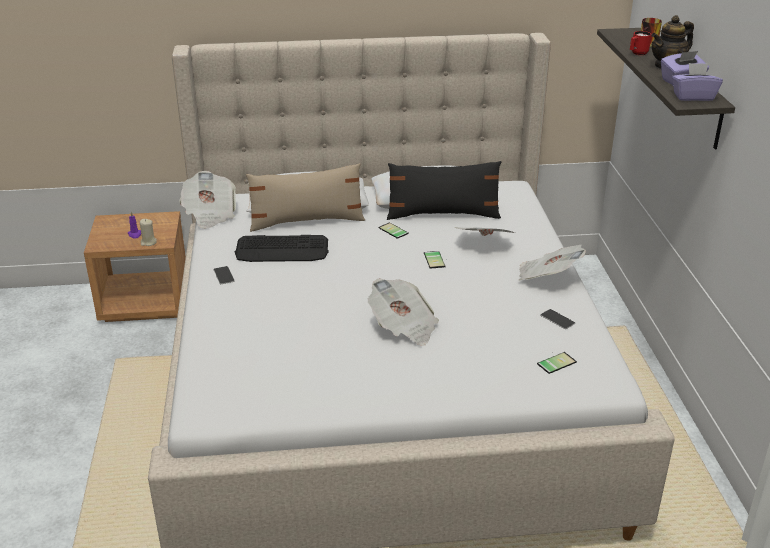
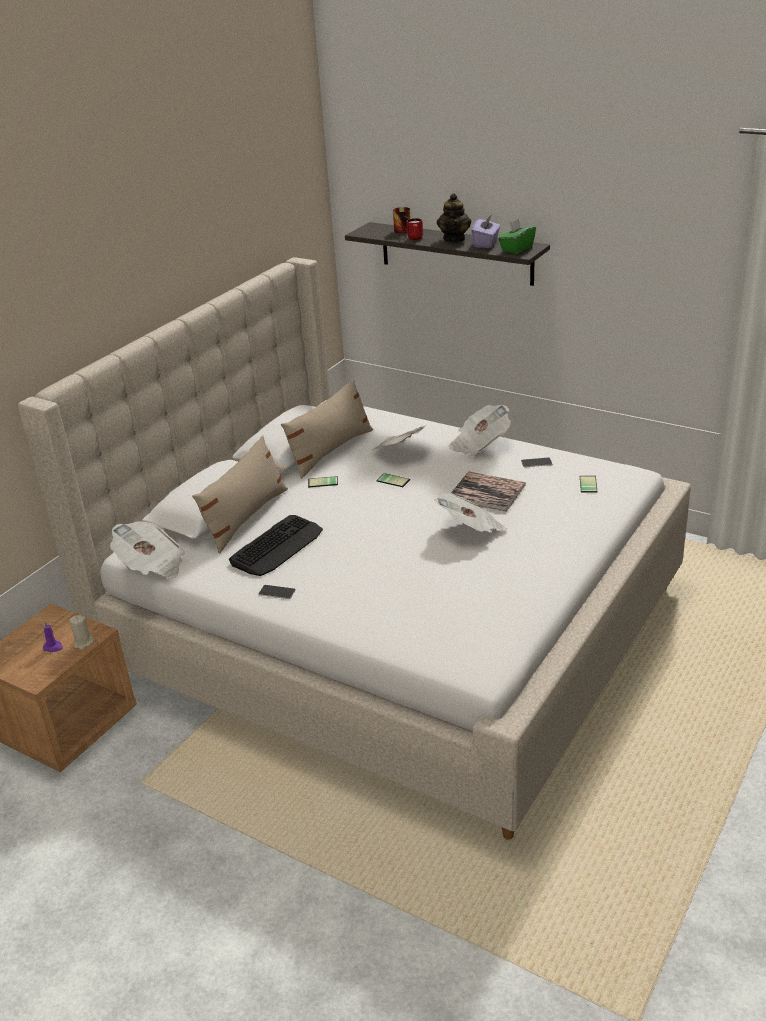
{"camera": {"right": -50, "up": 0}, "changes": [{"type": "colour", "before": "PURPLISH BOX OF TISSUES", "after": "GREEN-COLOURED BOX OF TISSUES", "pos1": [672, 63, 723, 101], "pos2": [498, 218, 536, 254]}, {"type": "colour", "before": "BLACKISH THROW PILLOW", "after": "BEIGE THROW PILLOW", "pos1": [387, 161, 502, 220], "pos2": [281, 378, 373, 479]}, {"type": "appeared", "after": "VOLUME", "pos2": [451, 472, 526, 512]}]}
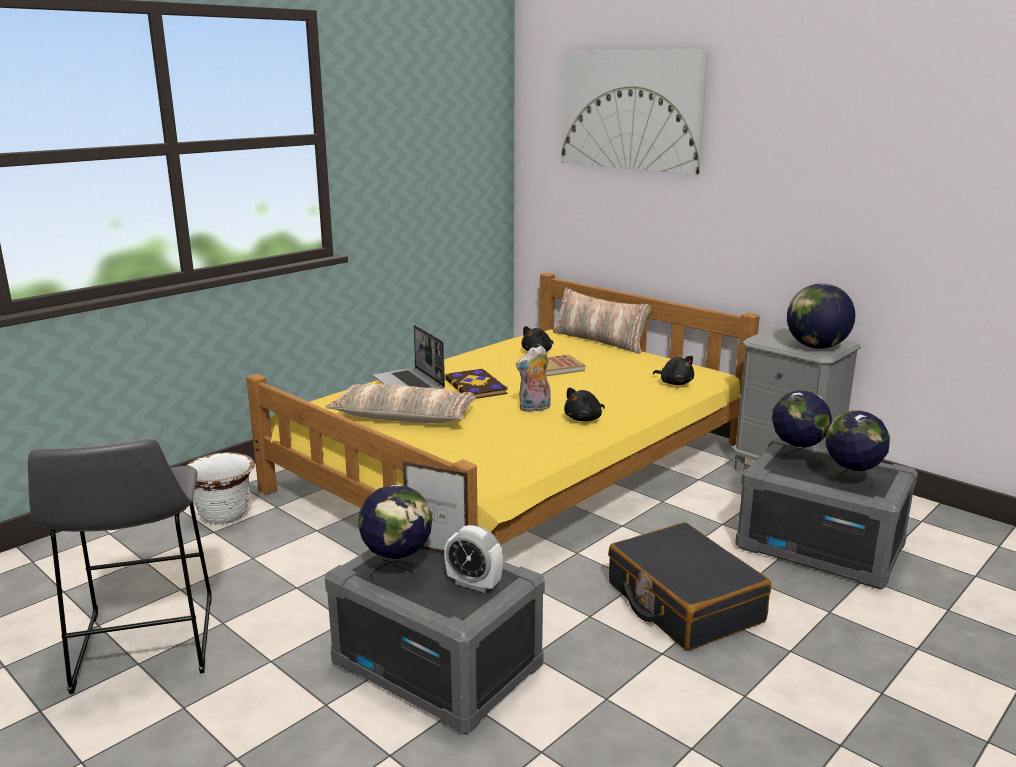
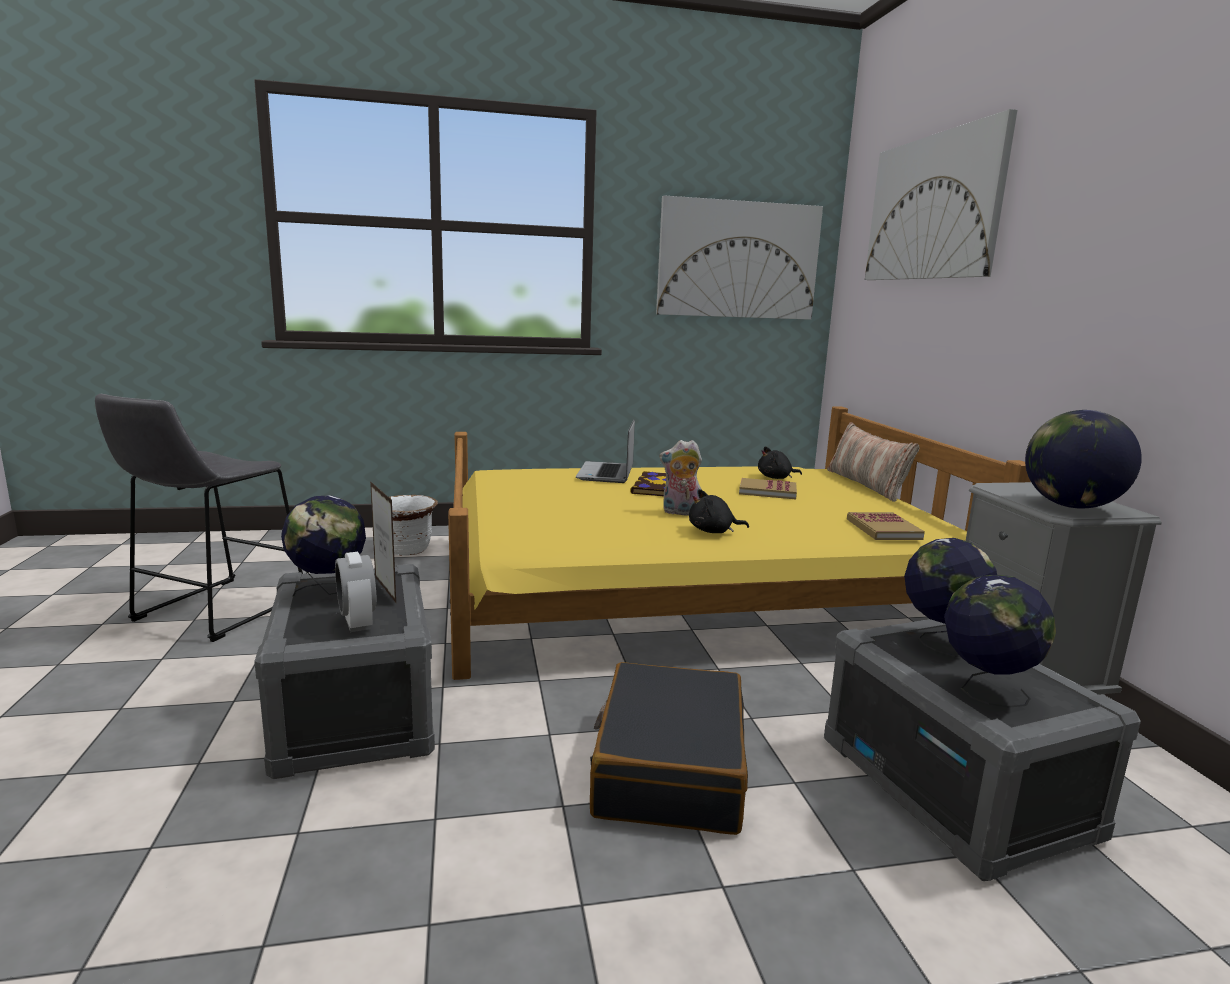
{"camera": {"right": 35, "up": -5}, "changes": [{"type": "exchanged", "before": "BLACKISH SOFT TOY", "after": "VOLUME", "pos1": [653, 356, 694, 385], "pos2": [847, 512, 925, 540]}, {"type": "missing", "before": "THROW PILLOW", "pos1": [326, 384, 477, 423]}, {"type": "appeared", "after": "WALL PICTURE", "pos2": [656, 195, 823, 320]}]}
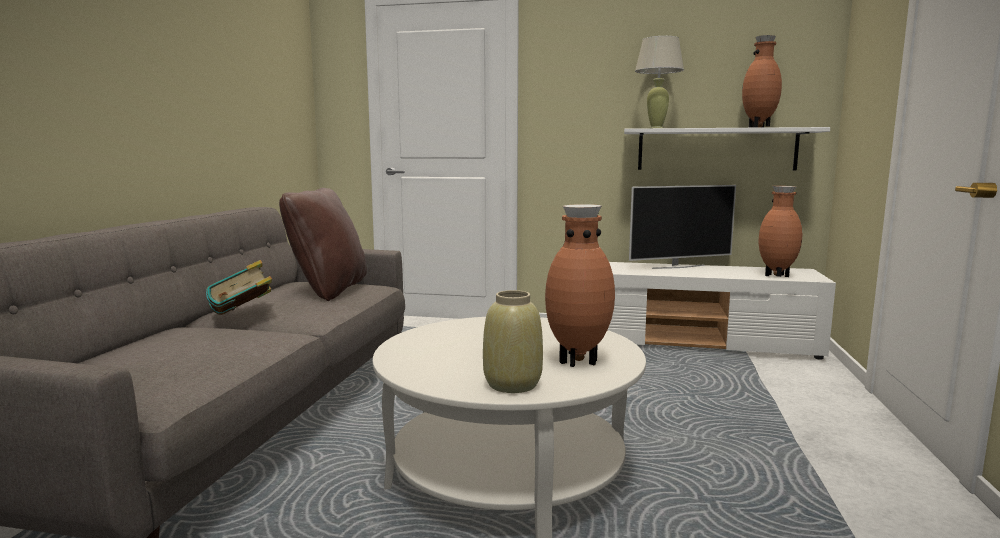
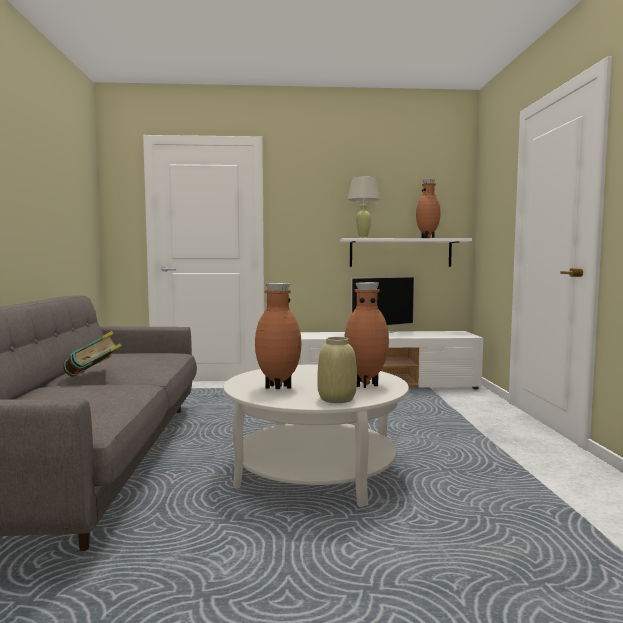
{"camera": {"right": -15, "up": -5}, "changes": [{"type": "relocated", "before": "BROWN FLOWER VASE", "pos1": [759, 186, 802, 277], "pos2": [255, 283, 301, 389]}, {"type": "missing", "before": "BROWN THROW PILLOW", "pos1": [279, 188, 367, 301]}]}
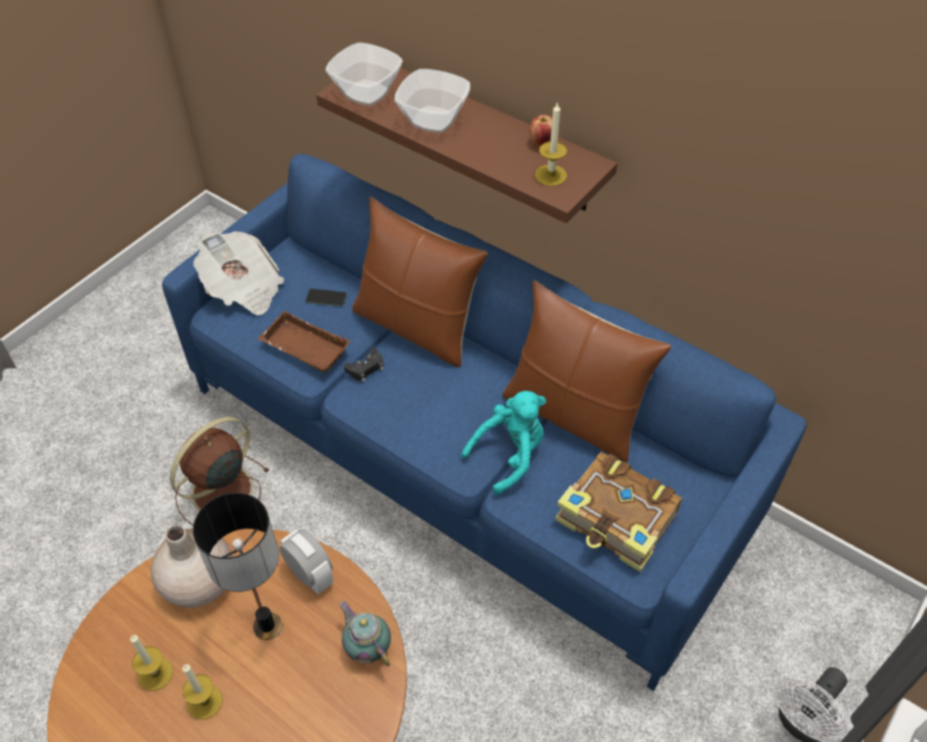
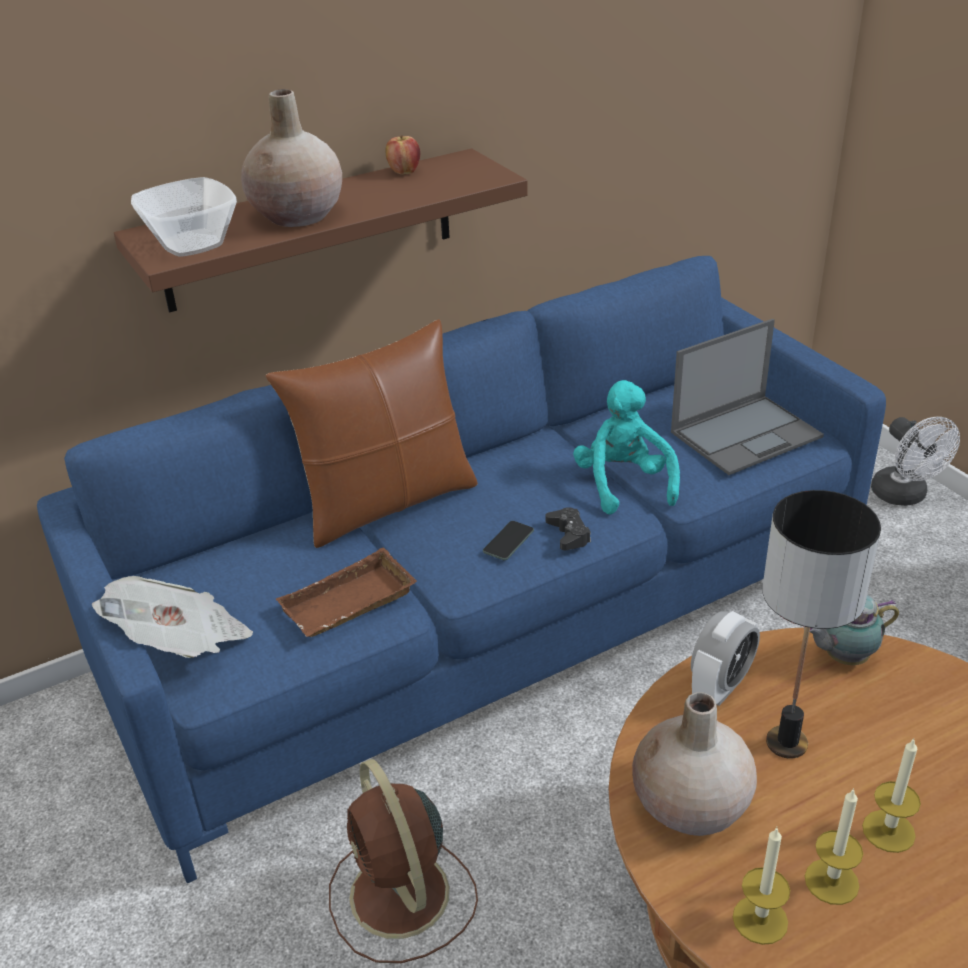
{"camera": {"right": -65, "up": -15}, "changes": [{"type": "exchanged", "before": "BOWL", "after": "BEIGE FLOWER VASE", "pos1": [394, 69, 470, 133], "pos2": [241, 89, 342, 227]}, {"type": "relocated", "before": "WAX LIGHT", "pos1": [535, 102, 567, 186], "pos2": [733, 828, 790, 945]}, {"type": "missing", "before": "BROWN THROW PILLOW", "pos1": [502, 280, 671, 462]}, {"type": "relocated", "before": "TELEPHONE", "pos1": [305, 289, 347, 307], "pos2": [483, 521, 534, 560]}, {"type": "relocated", "before": "BLACKISH GAMEPAD", "pos1": [344, 348, 384, 382], "pos2": [546, 507, 591, 551]}, {"type": "exchanged", "before": "VOLUME", "after": "LAPTOP", "pos1": [555, 452, 682, 572], "pos2": [671, 319, 824, 475]}, {"type": "spun", "before": "TABLE CLOCK", "pos1": [279, 529, 333, 595], "pos2": [691, 611, 760, 706], "turn": 150}]}
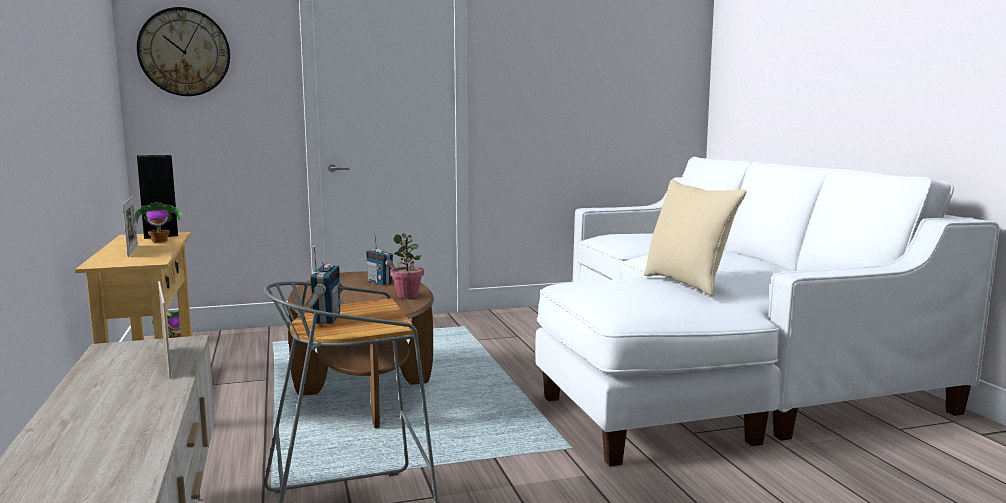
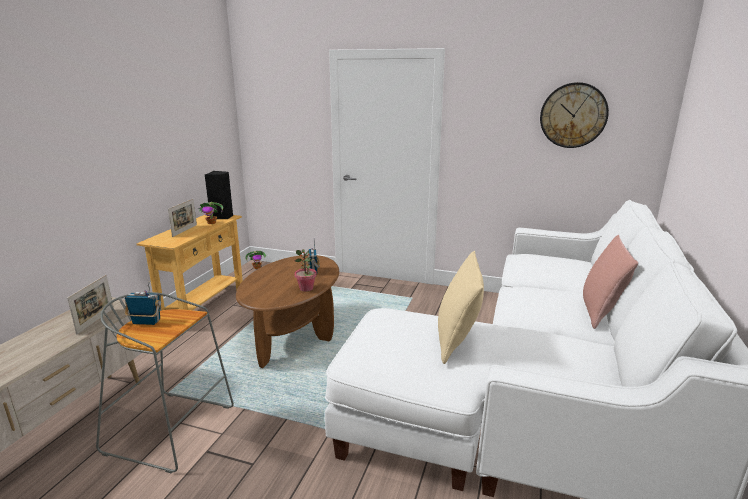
{"camera": {"right": 35, "up": 10}, "changes": [{"type": "relocated", "before": "WALL CLOCK", "pos1": [137, 7, 230, 96], "pos2": [540, 82, 609, 148]}, {"type": "spun", "before": "RADIO SET", "pos1": [305, 246, 344, 324], "pos2": [125, 281, 161, 325], "turn": -120}, {"type": "appeared", "after": "PINK-COLOURED THROW PILLOW", "pos2": [583, 235, 638, 329]}]}
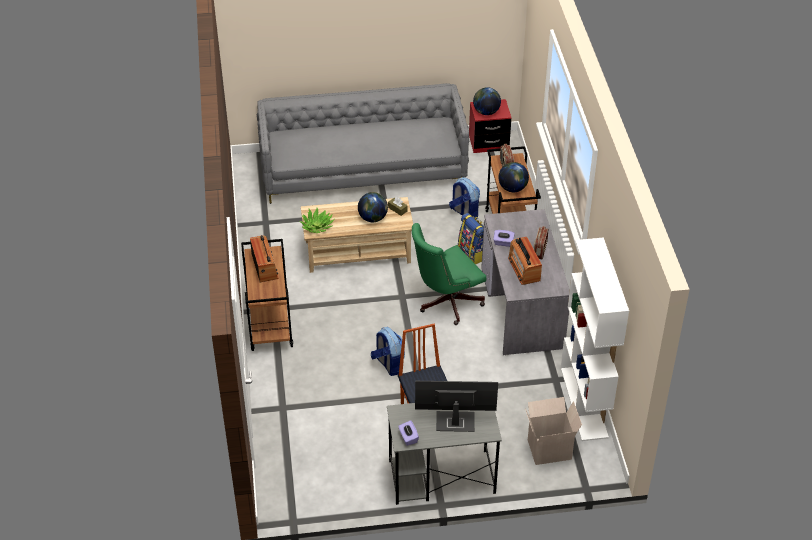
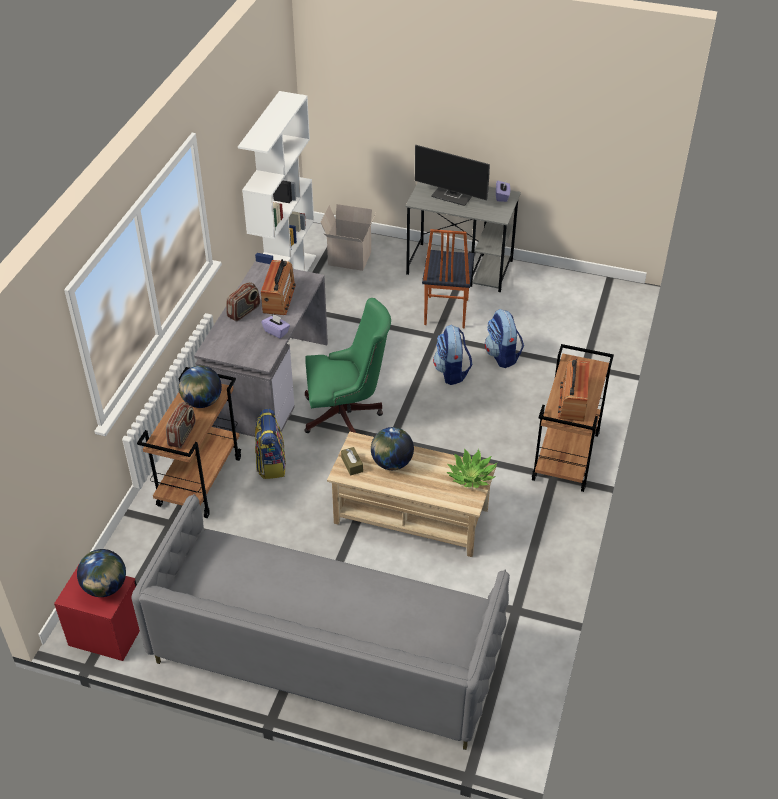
{"camera": {"right": -155, "up": 0}, "changes": [{"type": "relocated", "before": "KNAPSACK", "pos1": [449, 177, 480, 219], "pos2": [485, 309, 524, 368]}]}
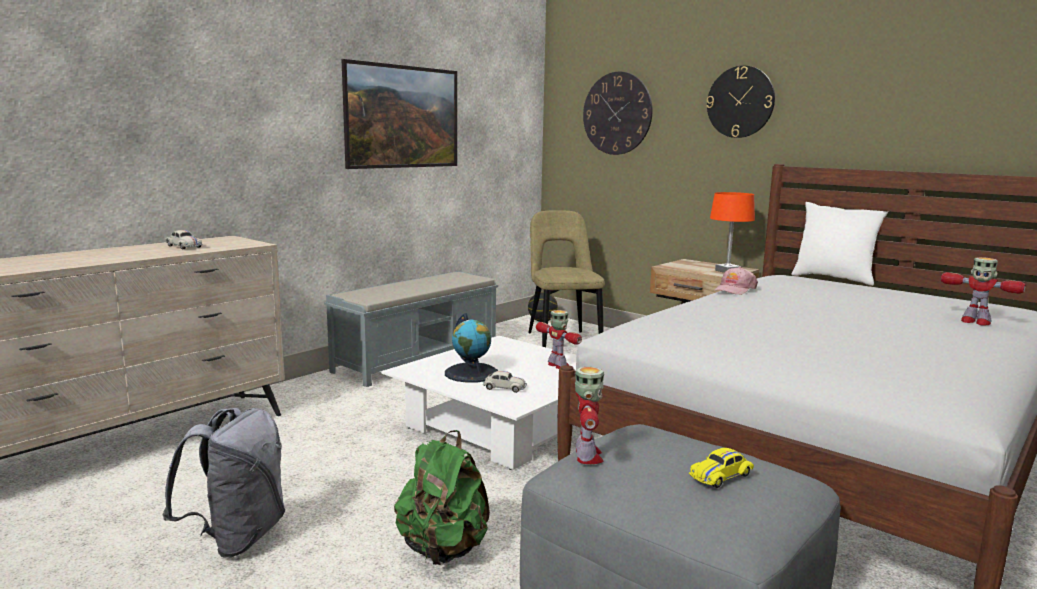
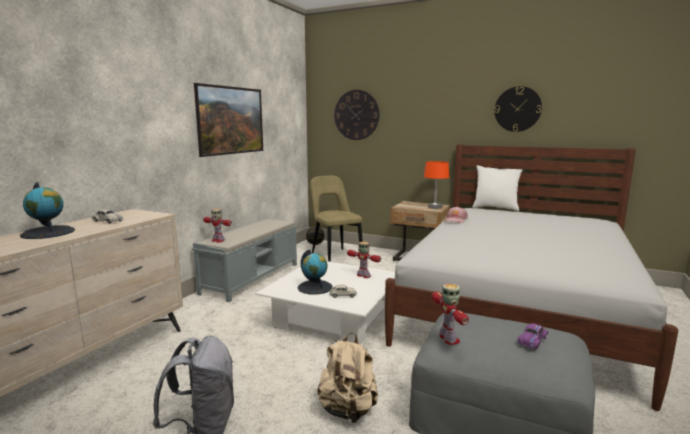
{"camera": {"right": -15, "up": 0}, "changes": [{"type": "relocated", "before": "WALL CLOCK", "pos1": [706, 66, 775, 138], "pos2": [494, 86, 542, 132]}, {"type": "relocated", "before": "ROBOT FIGURE", "pos1": [941, 257, 1026, 325], "pos2": [203, 209, 232, 243]}, {"type": "colour", "before": "GREEN-COLOURED KNAPSACK", "after": "BEIGE KNAPSACK", "pos1": [394, 430, 490, 565], "pos2": [318, 332, 378, 423]}, {"type": "colour", "before": "YELLOW-COLOURED MODEL CAR", "after": "PURPLISH MODEL CAR", "pos1": [689, 448, 754, 488], "pos2": [518, 323, 549, 349]}, {"type": "appeared", "after": "WORLD GLOBE", "pos2": [20, 182, 75, 239]}]}
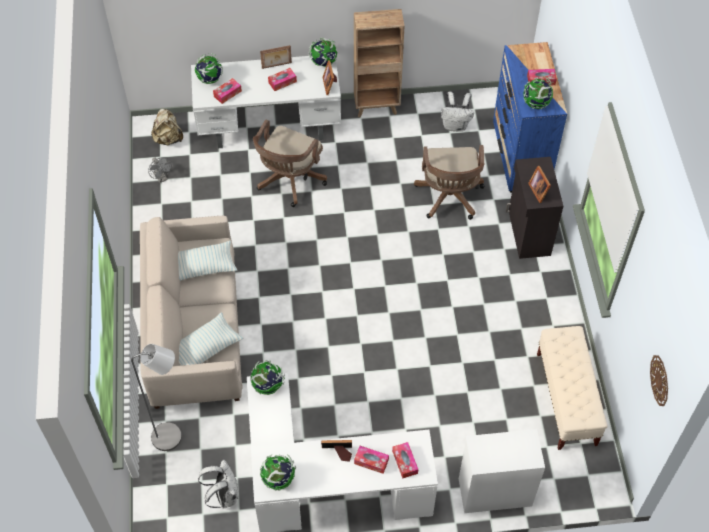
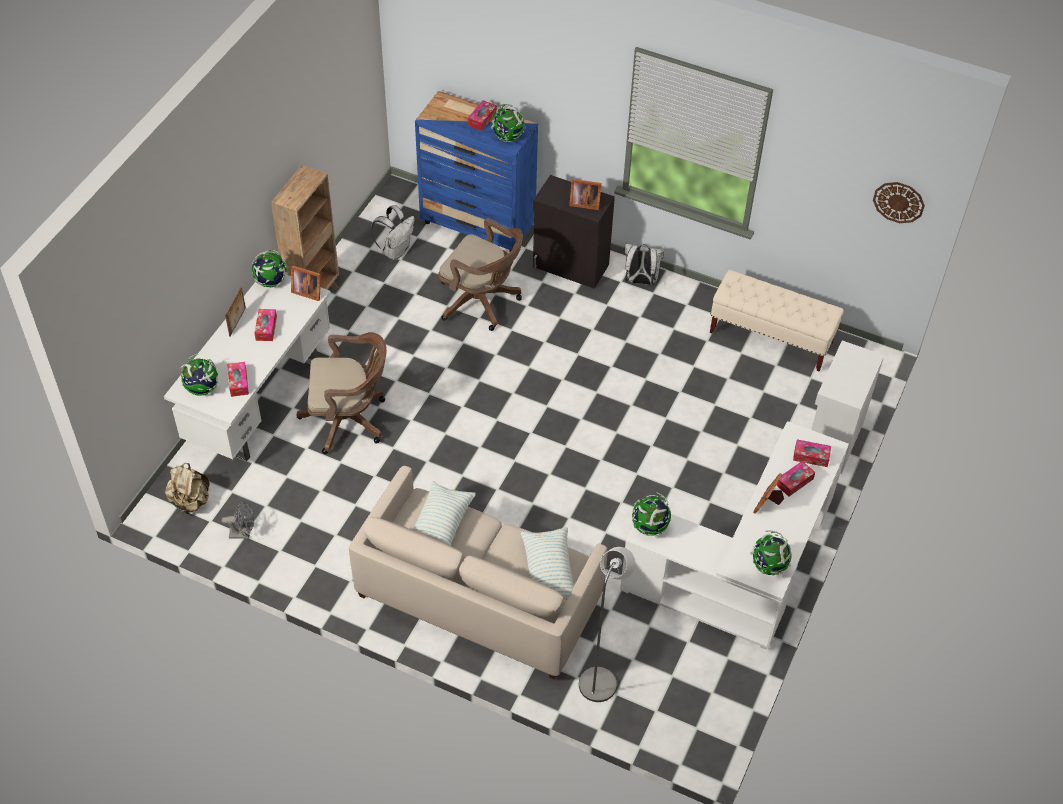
{"camera": {"right": -60, "up": -5}, "changes": [{"type": "spun", "before": "BROWN COMPUTER CHAIR", "pos1": [253, 119, 327, 207], "pos2": [297, 332, 387, 454], "turn": -60}, {"type": "relocated", "before": "WHITE-COLOURED KNAPSACK", "pos1": [198, 460, 239, 509], "pos2": [625, 244, 664, 285]}]}
